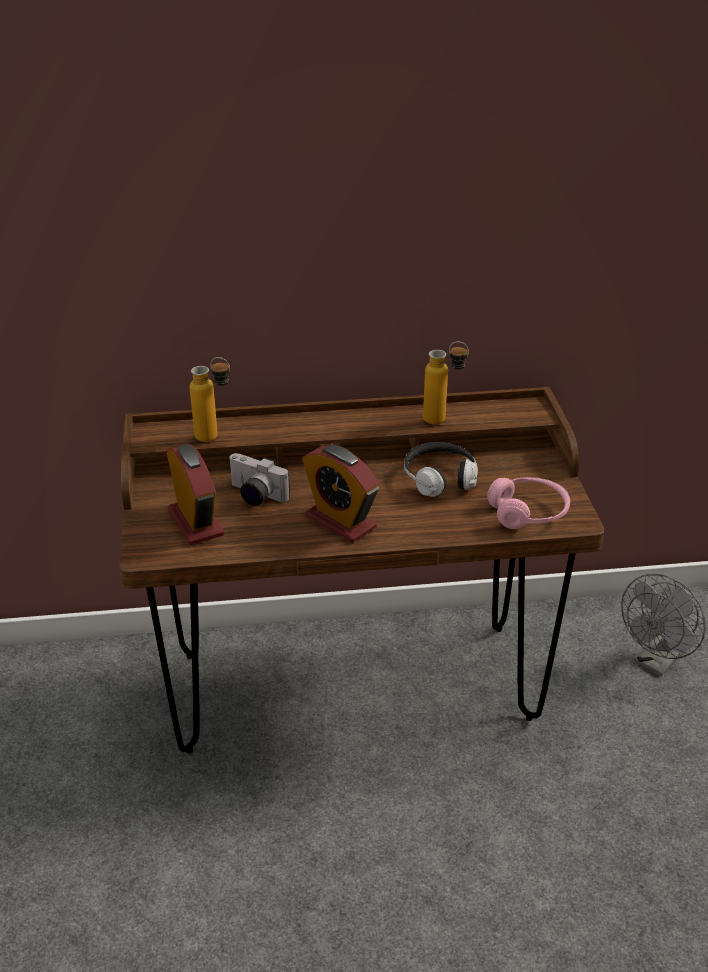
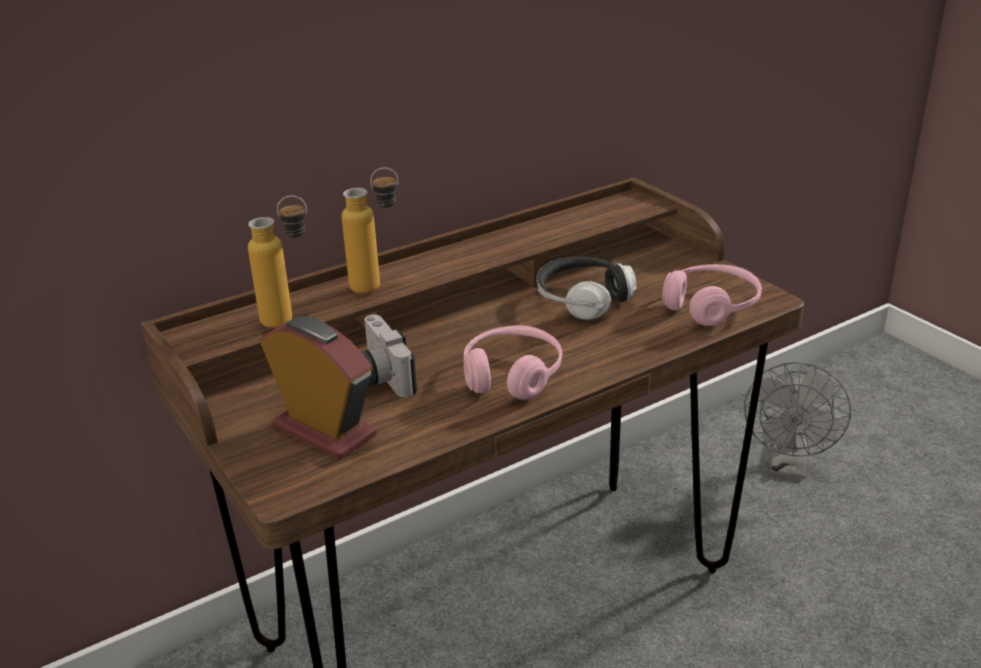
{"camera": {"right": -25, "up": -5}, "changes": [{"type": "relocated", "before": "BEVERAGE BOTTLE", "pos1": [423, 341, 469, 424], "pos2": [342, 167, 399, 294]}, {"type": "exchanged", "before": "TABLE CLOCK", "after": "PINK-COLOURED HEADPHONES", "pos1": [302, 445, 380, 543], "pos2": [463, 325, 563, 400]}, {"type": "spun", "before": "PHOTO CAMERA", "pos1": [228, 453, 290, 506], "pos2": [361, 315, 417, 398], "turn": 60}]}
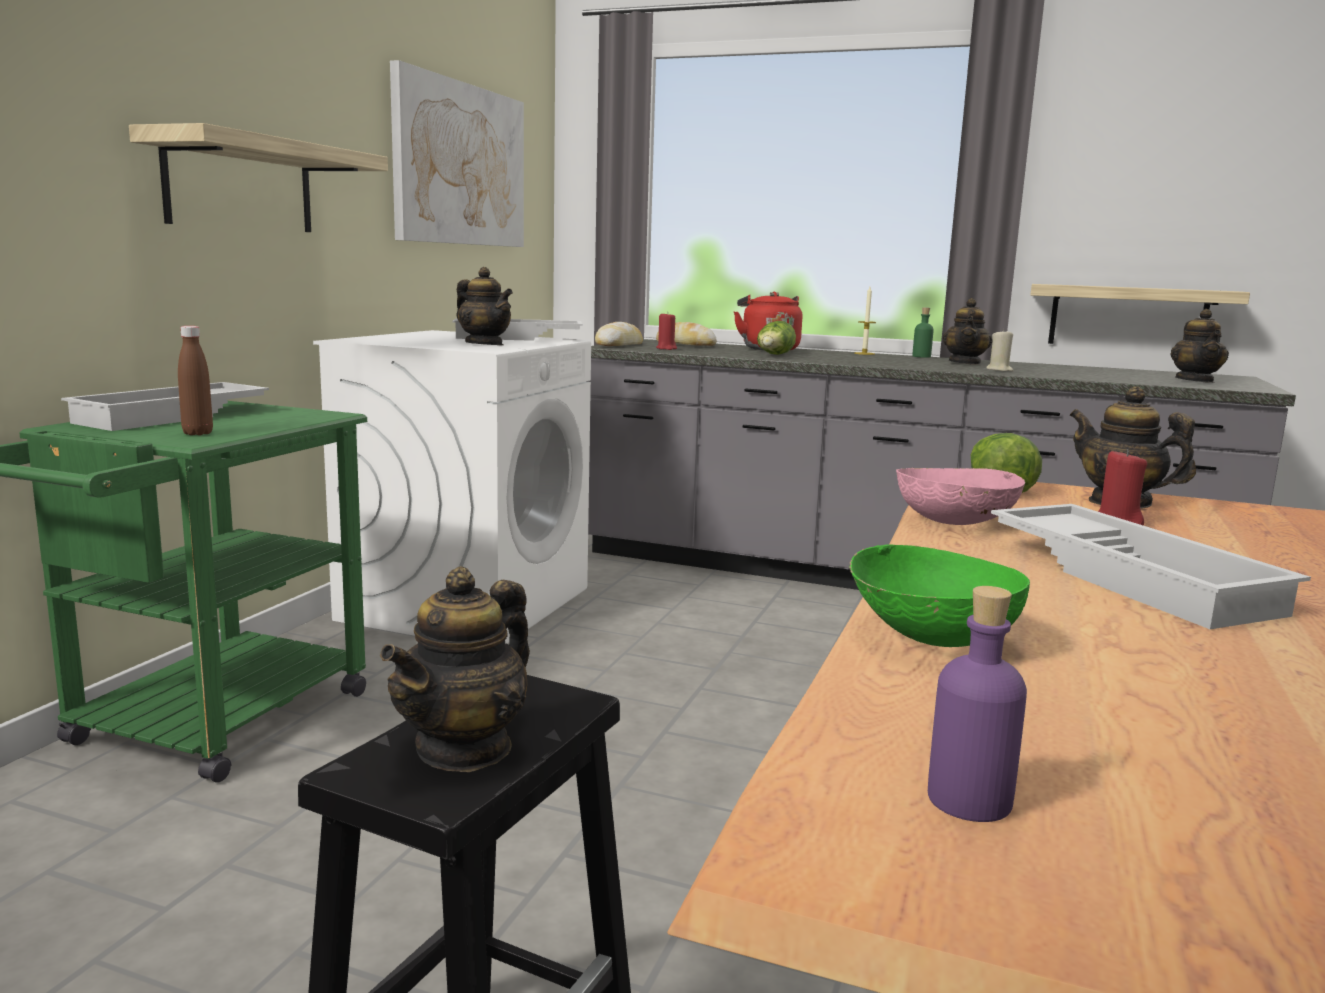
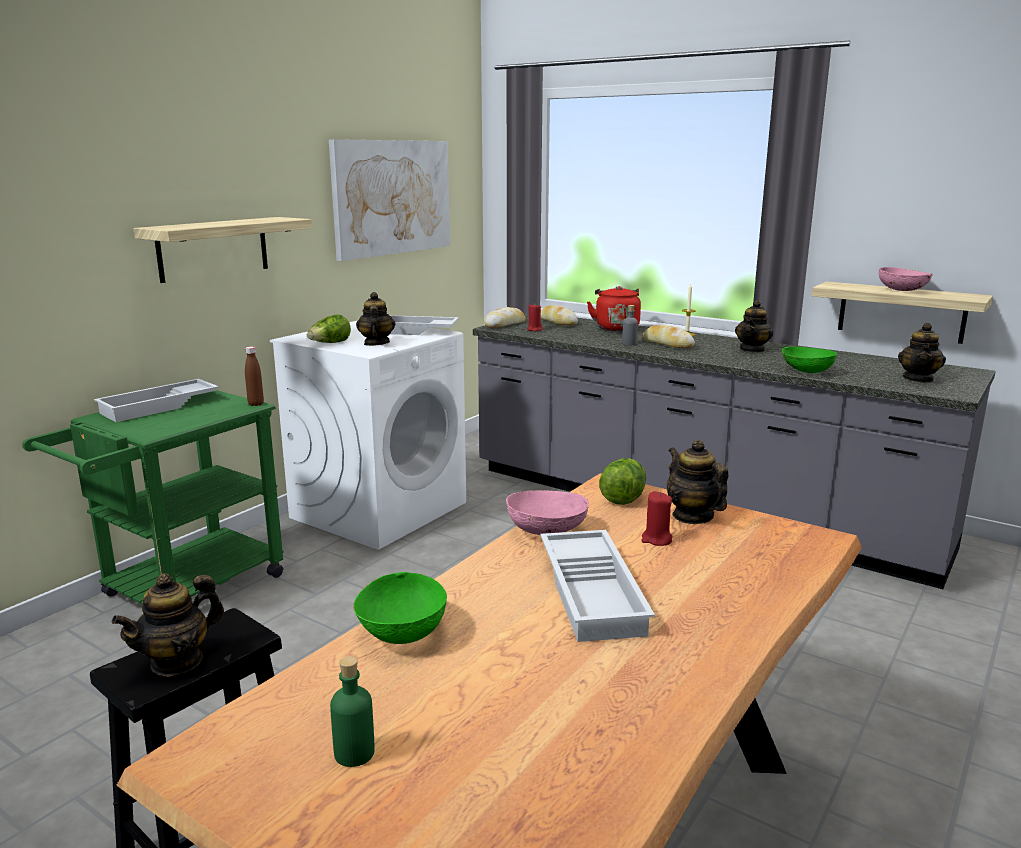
{"camera": {"right": 15, "up": 5}, "changes": [{"type": "spun", "before": "POT FOR TEA", "pos1": [457, 267, 513, 345], "pos2": [356, 292, 396, 346], "turn": -150}, {"type": "relocated", "before": "GREEN-COLOURED BEVERAGE BOTTLE", "pos1": [912, 307, 934, 358], "pos2": [330, 656, 375, 767]}, {"type": "relocated", "before": "HEAD OF LETTUCE", "pos1": [757, 321, 796, 355], "pos2": [307, 314, 351, 343]}, {"type": "relocated", "before": "BROWN BEVERAGE BOTTLE", "pos1": [178, 326, 213, 435], "pos2": [245, 347, 264, 406]}, {"type": "missing", "before": "BEIGE WAX LIGHT", "pos1": [986, 329, 1013, 371]}, {"type": "missing", "before": "PURPLISH BEVERAGE BOTTLE", "pos1": [928, 586, 1027, 822]}, {"type": "appeared", "after": "PINK-COLOURED BOWL", "pos2": [879, 267, 933, 291]}, {"type": "appeared", "after": "GREYISH BEVERAGE BOTTLE", "pos2": [622, 305, 638, 345]}, {"type": "appeared", "after": "BAKED BREAD", "pos2": [642, 325, 695, 348]}, {"type": "appeared", "after": "GREEN-COLOURED BOWL", "pos2": [782, 346, 837, 373]}]}
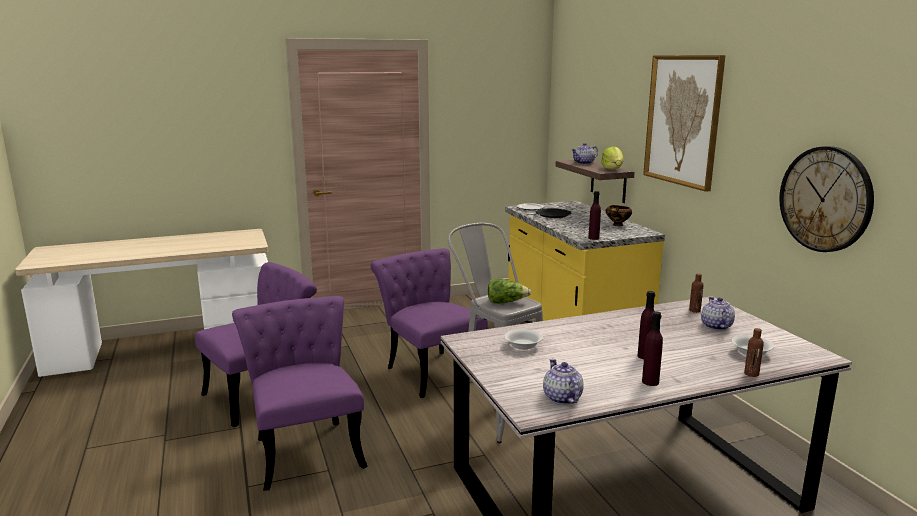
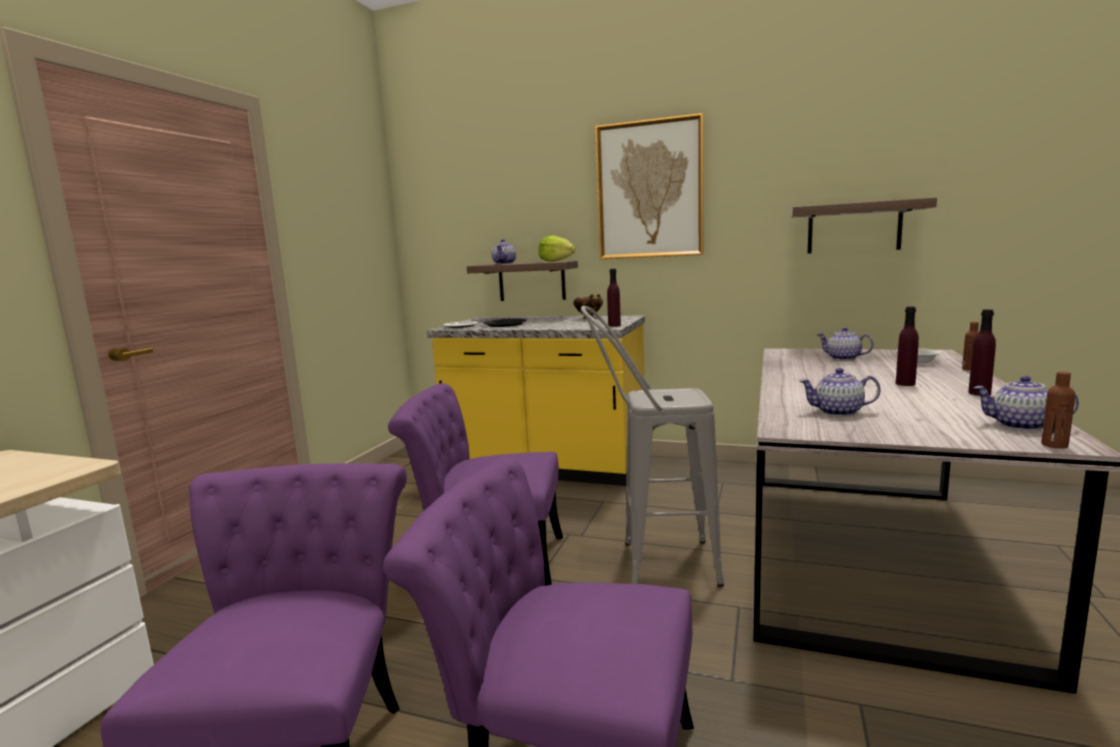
{"camera": {"right": -50, "up": -5}, "changes": [{"type": "exchanged", "before": "WALL CLOCK", "after": "WALL SHELF", "pos1": [779, 146, 874, 252], "pos2": [791, 197, 937, 254]}, {"type": "relocated", "before": "BROWN BEVERAGE BOTTLE", "pos1": [689, 273, 704, 313], "pos2": [1041, 371, 1075, 449]}, {"type": "missing", "before": "HEAD OF LETTUCE", "pos1": [488, 279, 531, 304]}, {"type": "exchanged", "before": "WHITE-COLOURED BOWL", "after": "POT FOR TEA", "pos1": [505, 329, 543, 350], "pos2": [800, 368, 881, 416]}]}
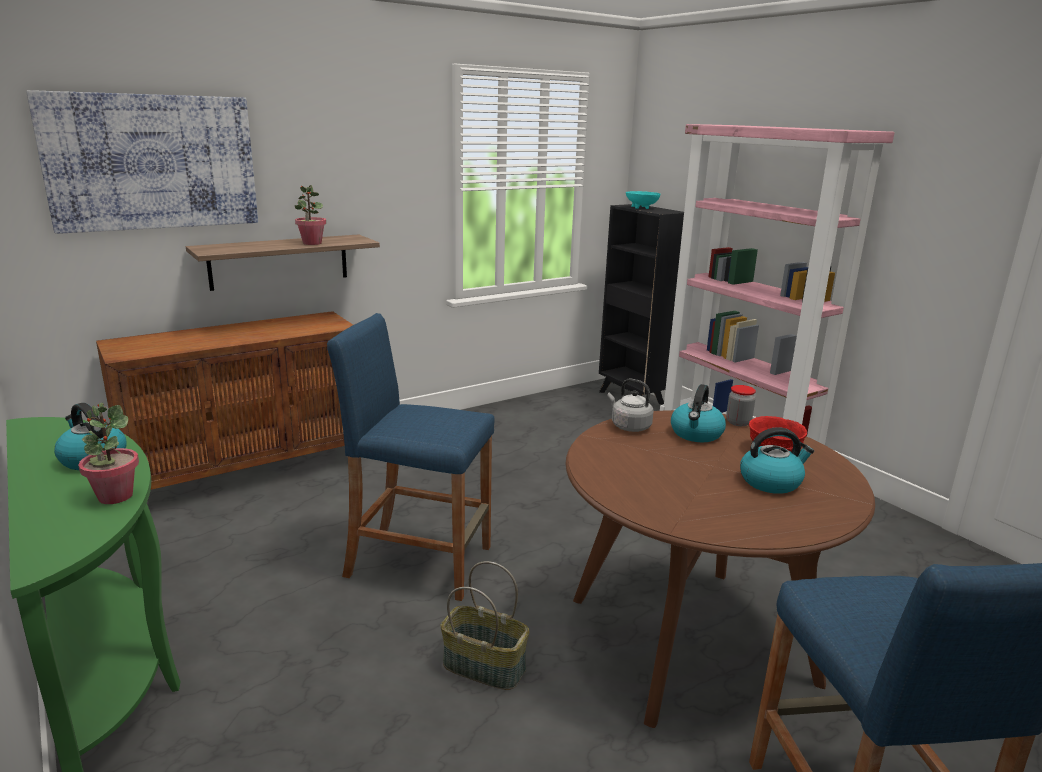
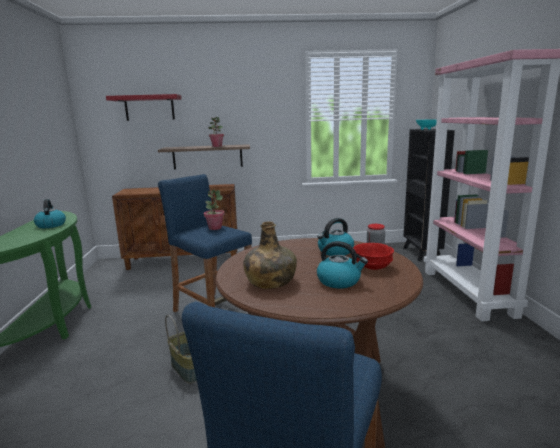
{"camera": {"right": 30, "up": -5}, "changes": [{"type": "exchanged", "before": "WALL PICTURE", "after": "RED WALL SHELF", "pos1": [26, 90, 258, 234], "pos2": [106, 94, 182, 121]}, {"type": "missing", "before": "GREYISH TEA KETTLE", "pos1": [607, 378, 654, 432]}, {"type": "relocated", "before": "PLANT IN A POT", "pos1": [78, 403, 139, 504], "pos2": [204, 189, 225, 230]}, {"type": "appeared", "after": "GREEN-COLOURED BEVERAGE BOTTLE", "pos2": [243, 221, 297, 289]}]}
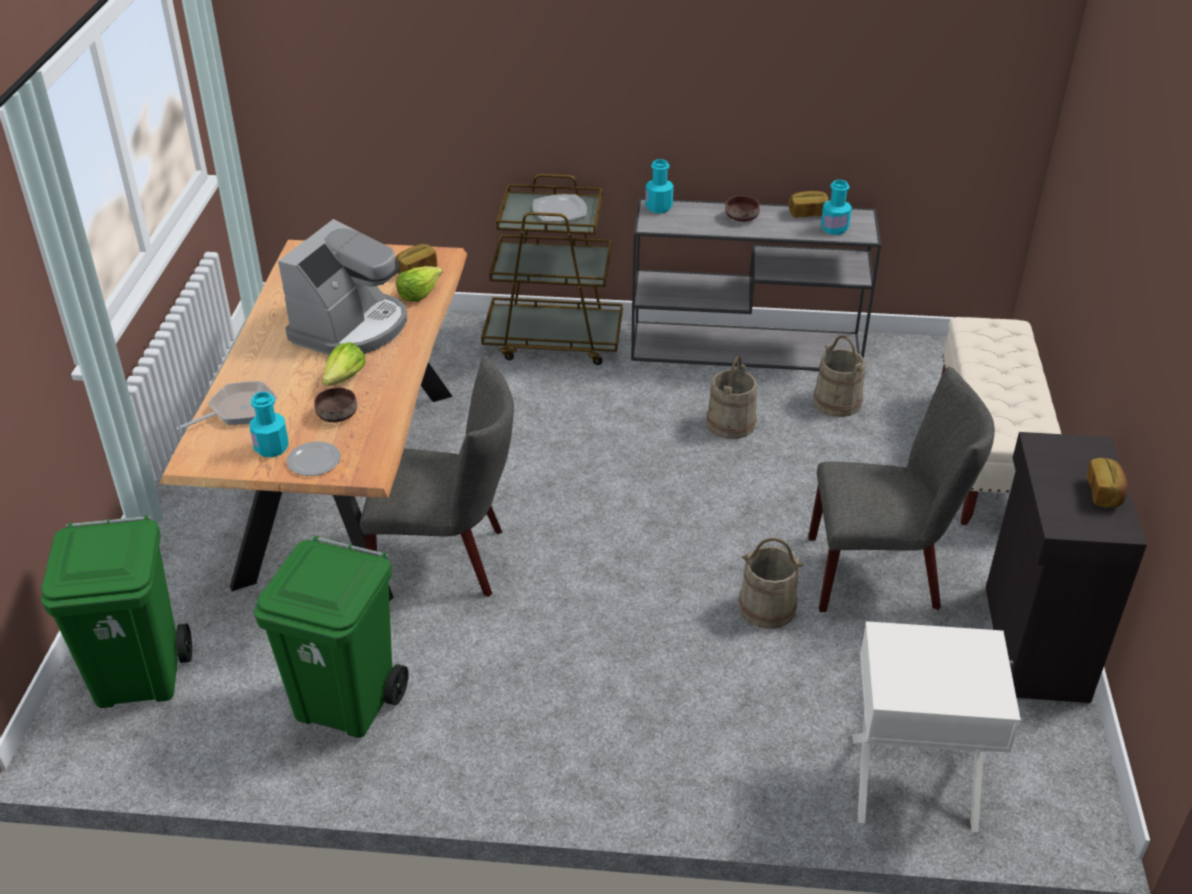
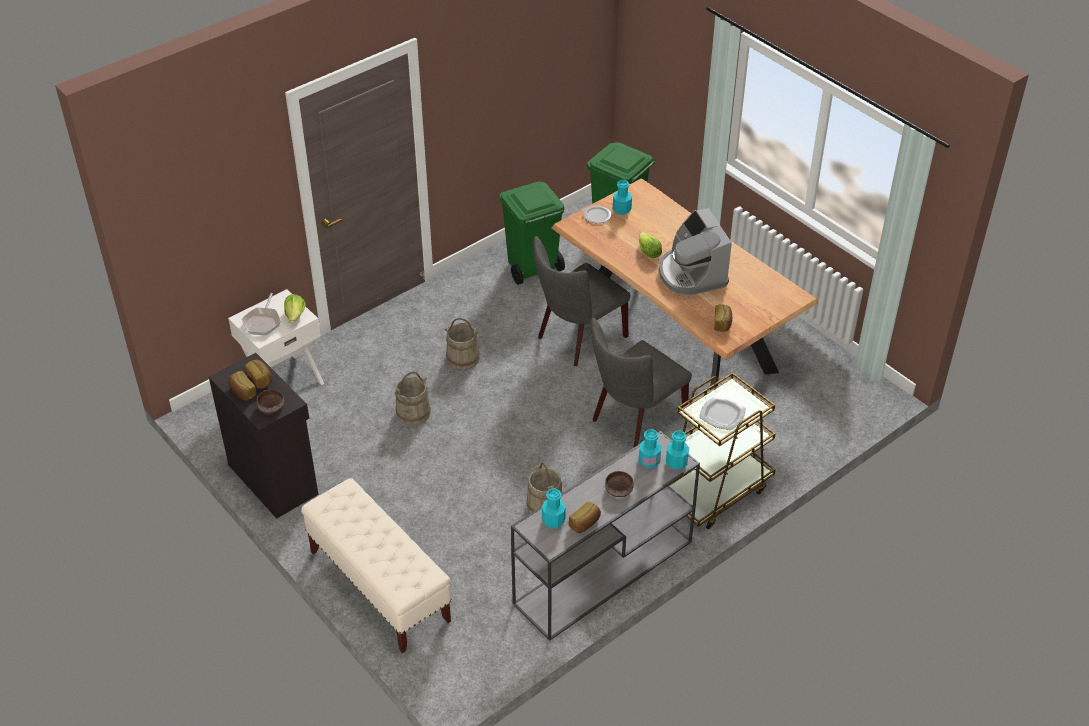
{"camera": {"right": 135, "up": 5}, "changes": [{"type": "relocated", "before": "HEAD OF LETTUCE", "pos1": [396, 266, 443, 302], "pos2": [284, 294, 306, 323]}, {"type": "relocated", "before": "BEIGE PAIL", "pos1": [813, 335, 865, 417], "pos2": [444, 318, 480, 370]}, {"type": "relocated", "before": "GREYISH CHAIR", "pos1": [808, 367, 995, 612], "pos2": [591, 317, 692, 448]}, {"type": "relocated", "before": "PAN", "pos1": [176, 381, 277, 430], "pos2": [242, 293, 281, 335]}, {"type": "relocated", "before": "BROWN BOWL", "pos1": [314, 387, 357, 422], "pos2": [257, 389, 285, 414]}, {"type": "appeared", "after": "BAKED BREAD", "pos2": [245, 360, 272, 388]}, {"type": "appeared", "after": "TURQUOISE BEVERAGE BOTTLE", "pos2": [639, 429, 661, 468]}]}
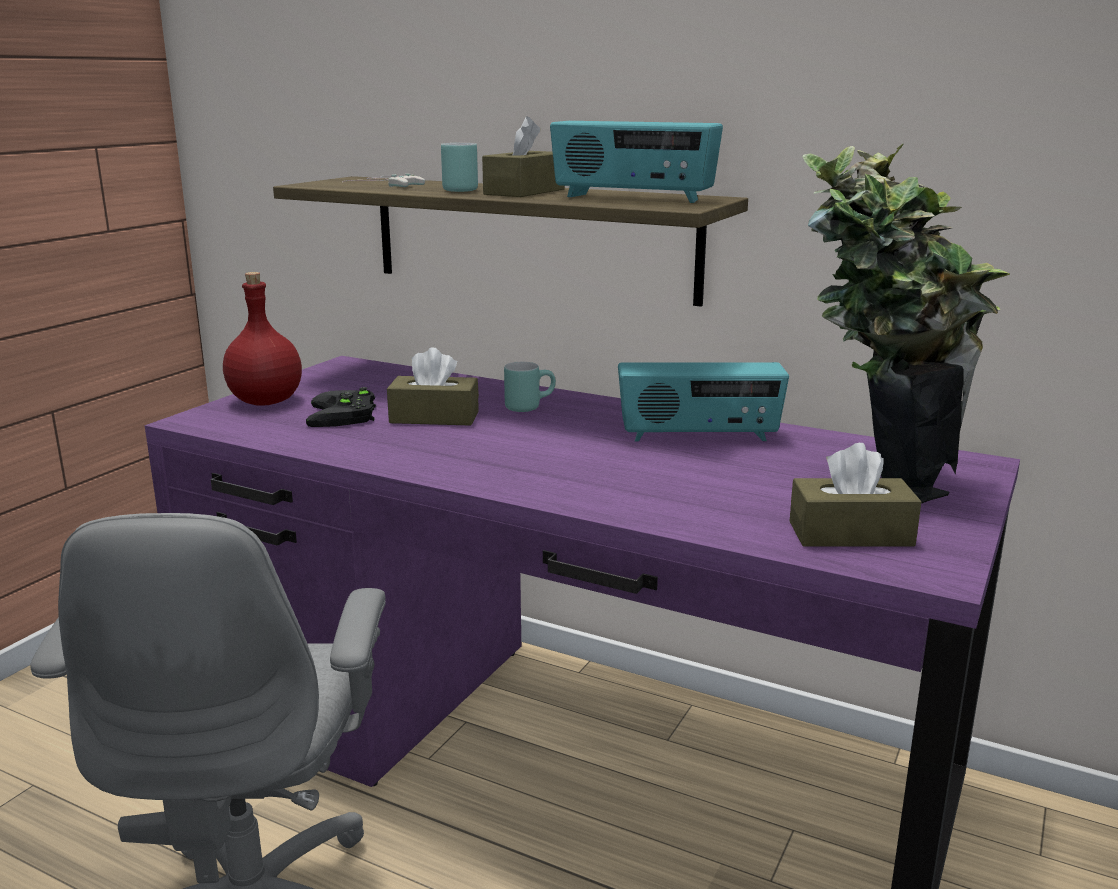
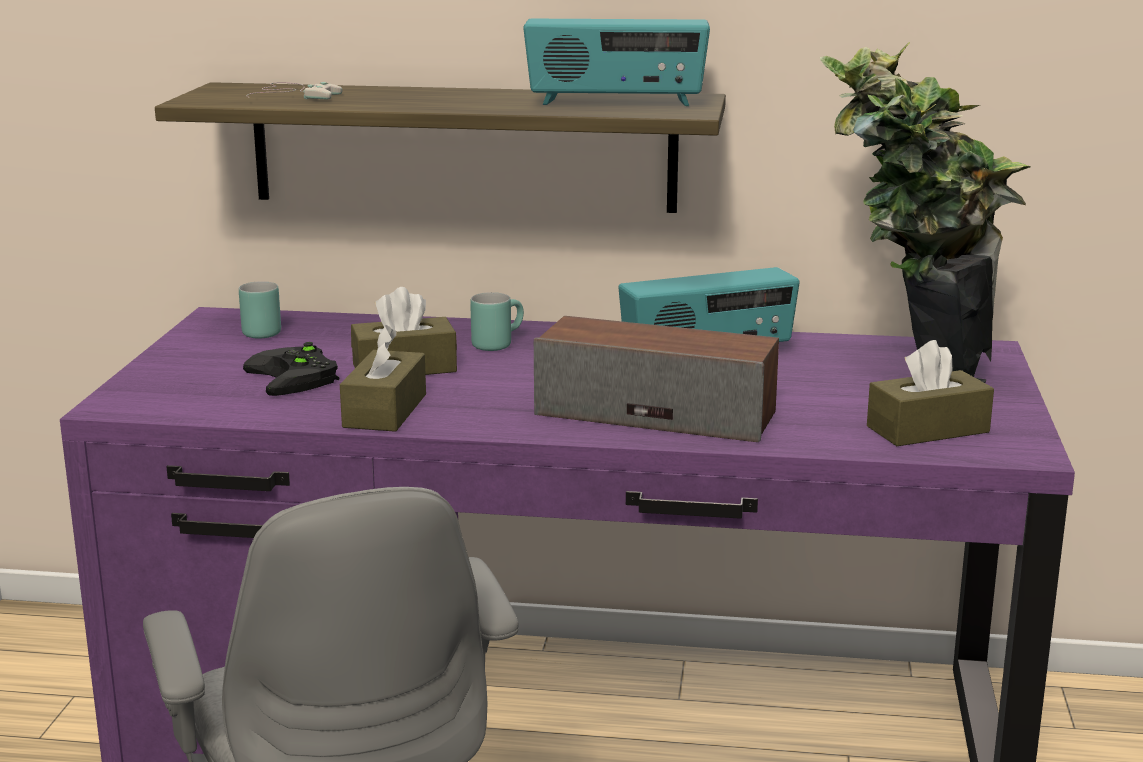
{"camera": {"right": -20, "up": 0}, "changes": [{"type": "relocated", "before": "BROWN BOX OF TISSUES", "pos1": [482, 116, 565, 197], "pos2": [340, 325, 426, 432]}, {"type": "relocated", "before": "TURQUOISE TEA MUG", "pos1": [441, 143, 478, 192], "pos2": [239, 281, 281, 338]}, {"type": "missing", "before": "RED BEVERAGE BOTTLE", "pos1": [223, 272, 302, 406]}, {"type": "appeared", "after": "LOUDSPEAKER", "pos2": [534, 316, 779, 442]}]}
